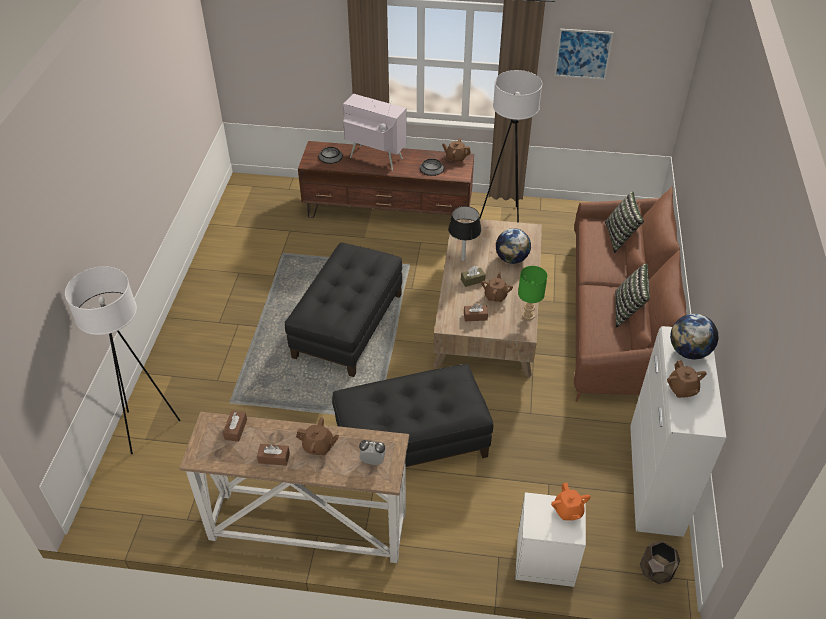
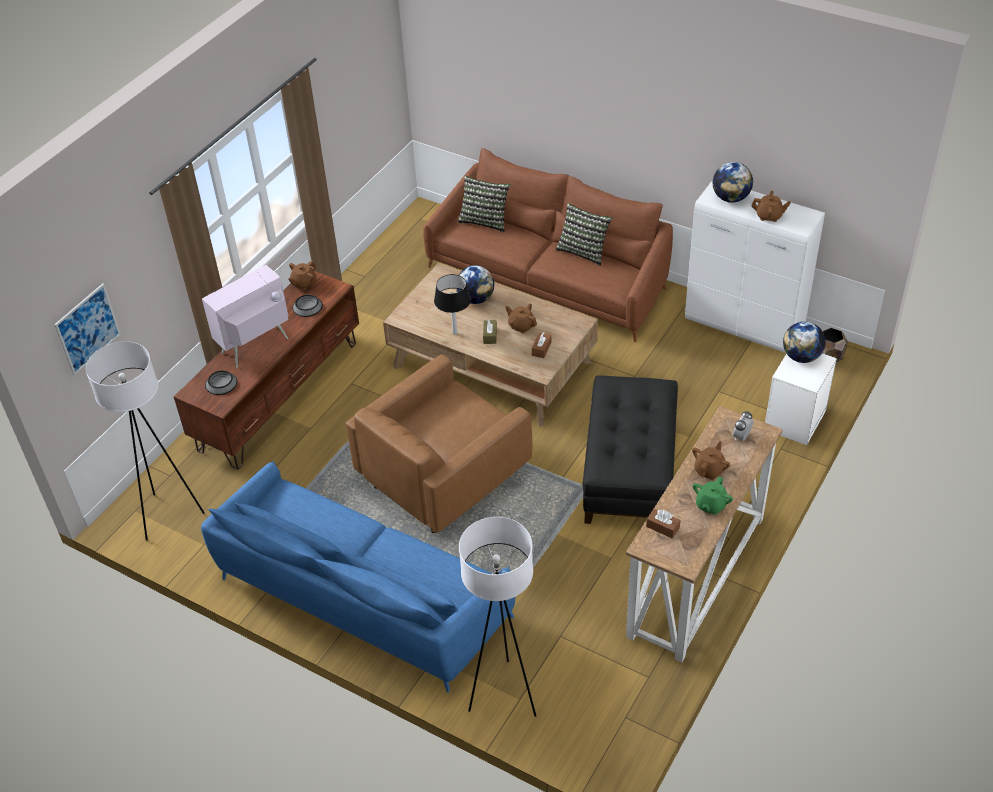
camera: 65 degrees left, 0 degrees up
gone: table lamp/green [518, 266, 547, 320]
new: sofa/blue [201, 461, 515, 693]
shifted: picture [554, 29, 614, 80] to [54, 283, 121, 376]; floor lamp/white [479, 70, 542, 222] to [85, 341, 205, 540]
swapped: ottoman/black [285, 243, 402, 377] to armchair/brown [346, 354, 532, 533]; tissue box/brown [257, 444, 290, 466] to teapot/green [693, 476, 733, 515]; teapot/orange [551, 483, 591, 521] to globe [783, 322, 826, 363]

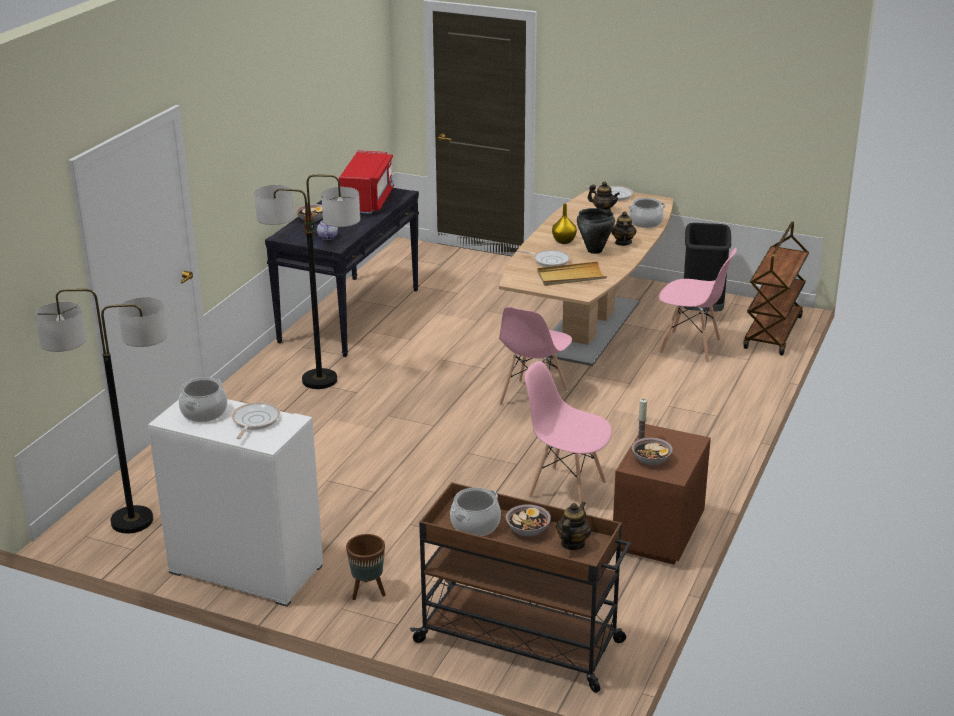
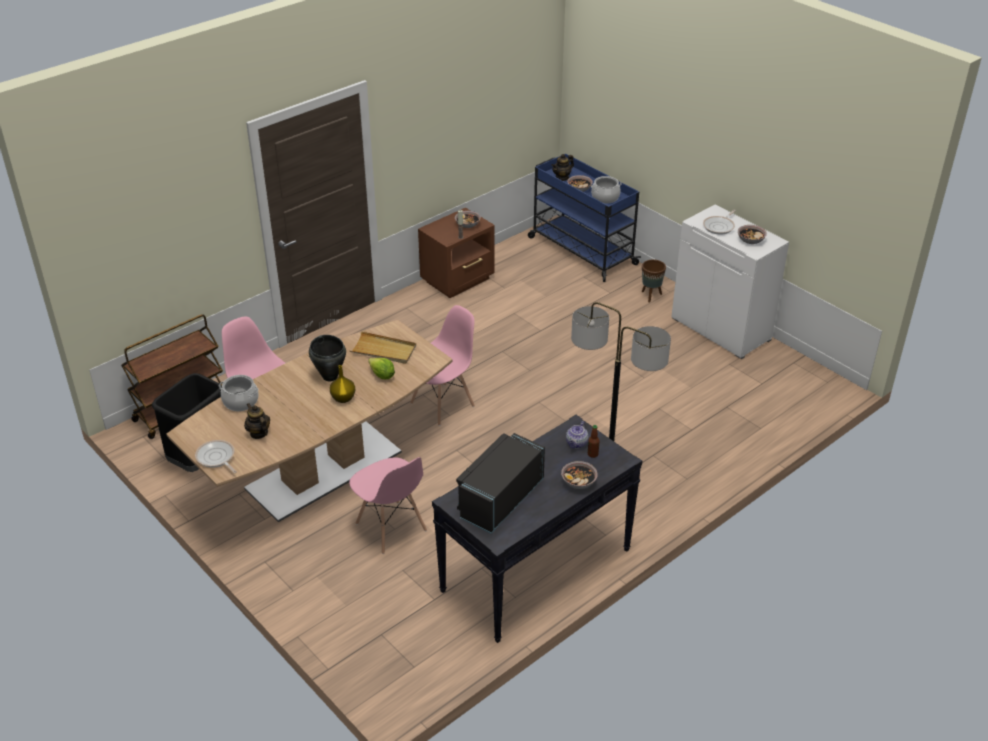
camera: 155 degrees left, 10 degrees up
gone: teapot [611, 211, 637, 246]; floor lamp [35, 289, 168, 533]
shifted: chair/pink [525, 361, 612, 505] to [349, 457, 427, 554]
swapped: frying pan [517, 250, 570, 267] to lettuce [368, 358, 395, 379]; cooking pot [179, 377, 228, 422] to bowl [738, 225, 767, 244]
repainted: microwave/red [339, 151, 394, 214] to microwave/black [456, 433, 545, 533]; cart/brown [410, 482, 631, 693] to cart/blue [528, 154, 641, 282]

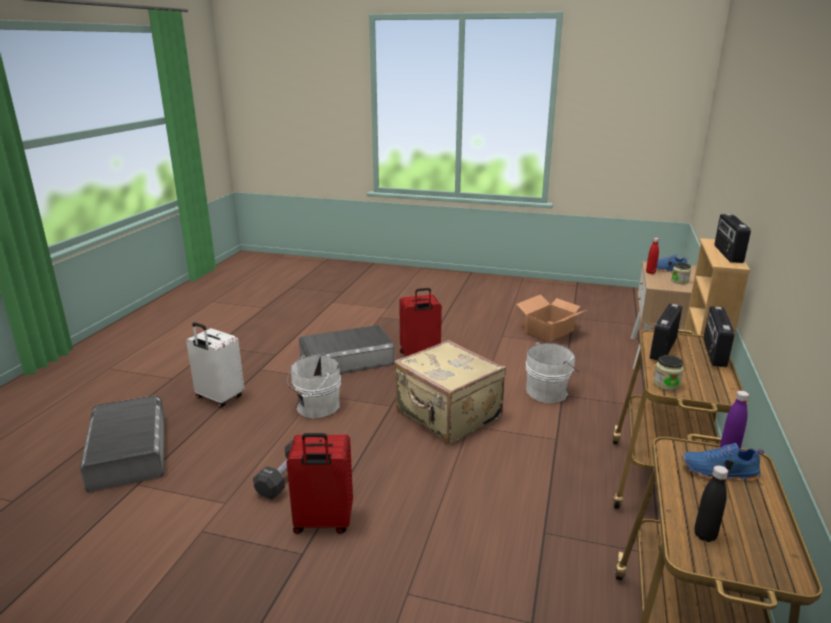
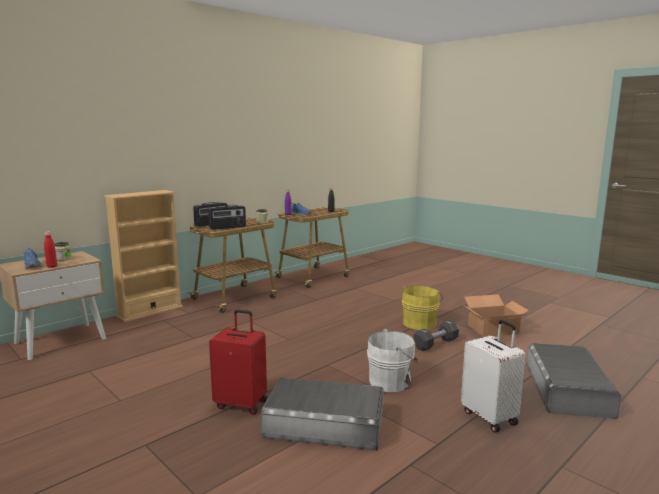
camera: 150 degrees left, 10 degrees down
gone: radio [715, 214, 751, 263]; suitcase/beige [394, 340, 506, 444]; bucket/white [526, 342, 579, 403]
shifted: cardboard box [516, 294, 586, 342] to [462, 294, 529, 337]
swapped: suitcase/red [287, 433, 353, 534] to bucket/yellow [402, 286, 443, 330]

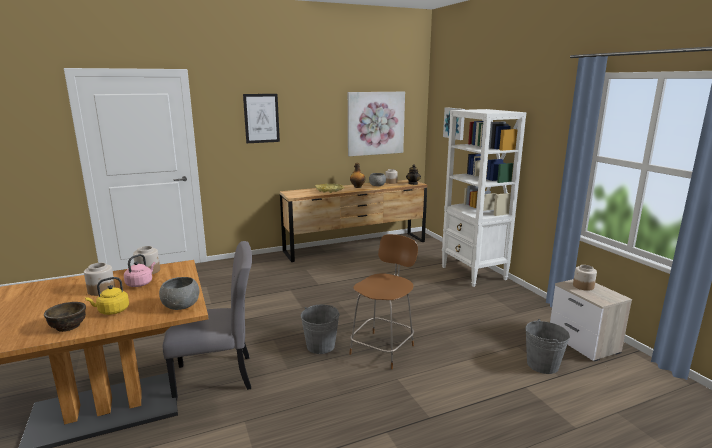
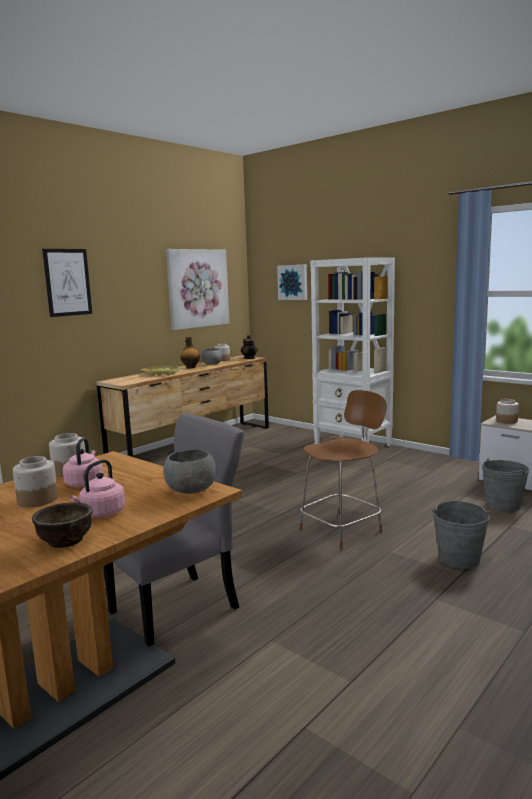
camera: 25 degrees left, 5 degrees down
shifted: bucket/grey [301, 305, 339, 354] to [432, 501, 490, 569]
repainted: kettle/yellow [85, 277, 129, 315] to kettle/pink [69, 460, 125, 517]
rotated: chair/brown [349, 234, 418, 369] = [299, 390, 387, 550] 45 degrees clockwise

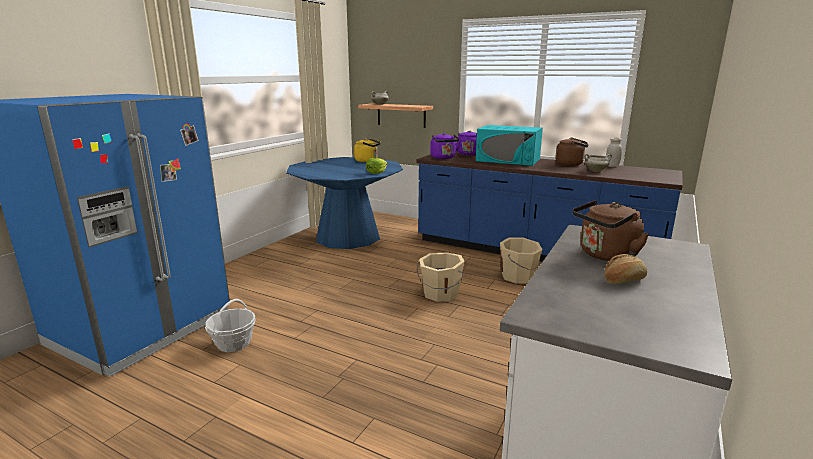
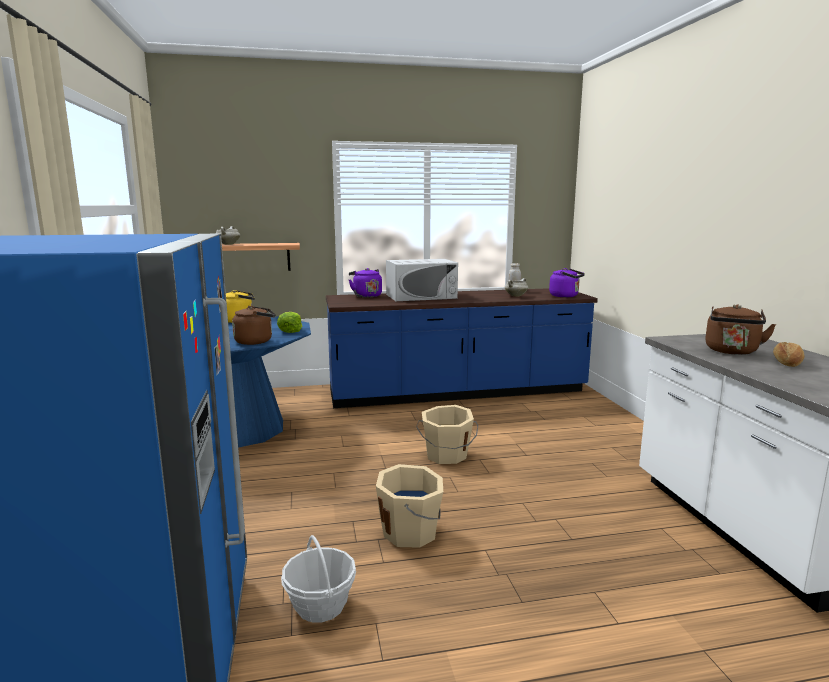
camera: 40 degrees left, 5 degrees down
shifted: kettle/purple [430, 133, 461, 159] to [549, 268, 585, 297]; kettle/brown [555, 138, 588, 166] to [232, 306, 275, 345]; bucket/beige [500, 237, 543, 283] to [376, 464, 443, 548]
repainted: microwave/turquoise [476, 125, 543, 166] to microwave/white [386, 259, 458, 301]

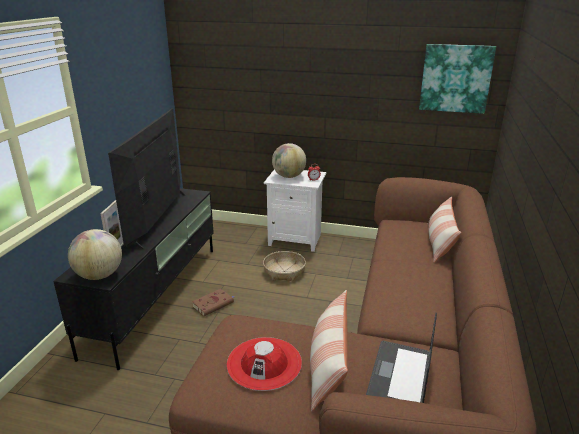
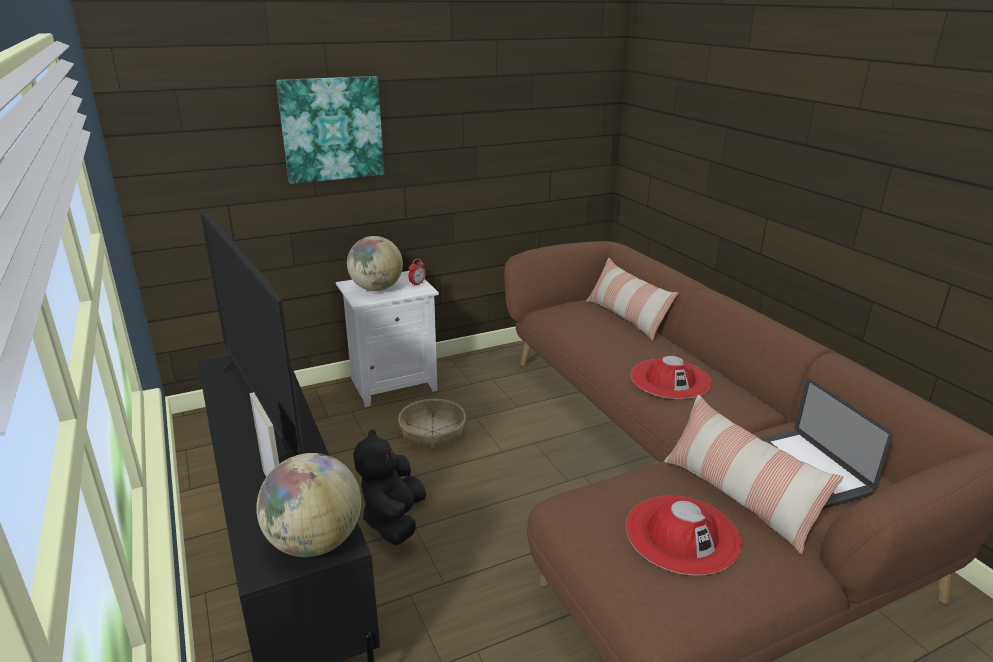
camera: 40 degrees left, 0 degrees up
new: hat/red [631, 356, 711, 399]
shifted: picture [419, 44, 496, 114] to [276, 76, 384, 184]
swapped: book/brown [192, 289, 234, 316] to plush toy/black [353, 429, 426, 545]

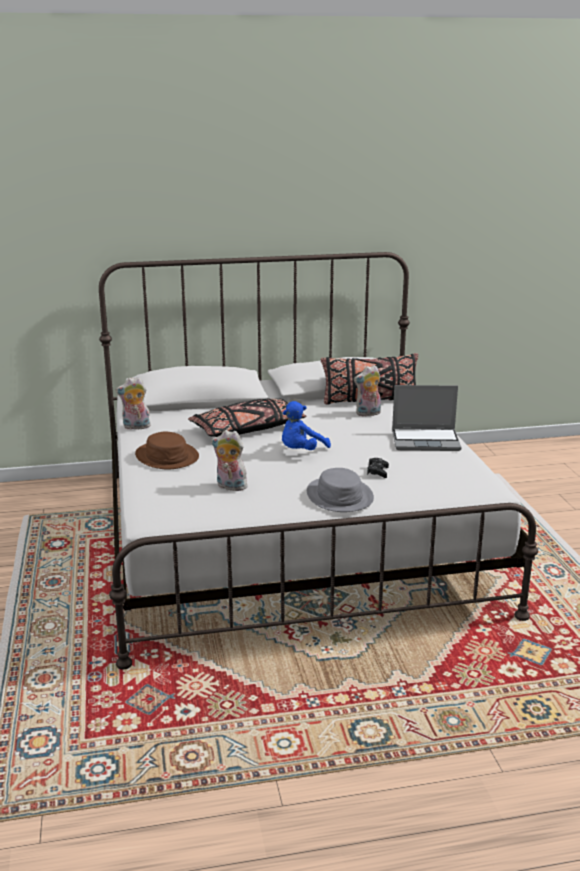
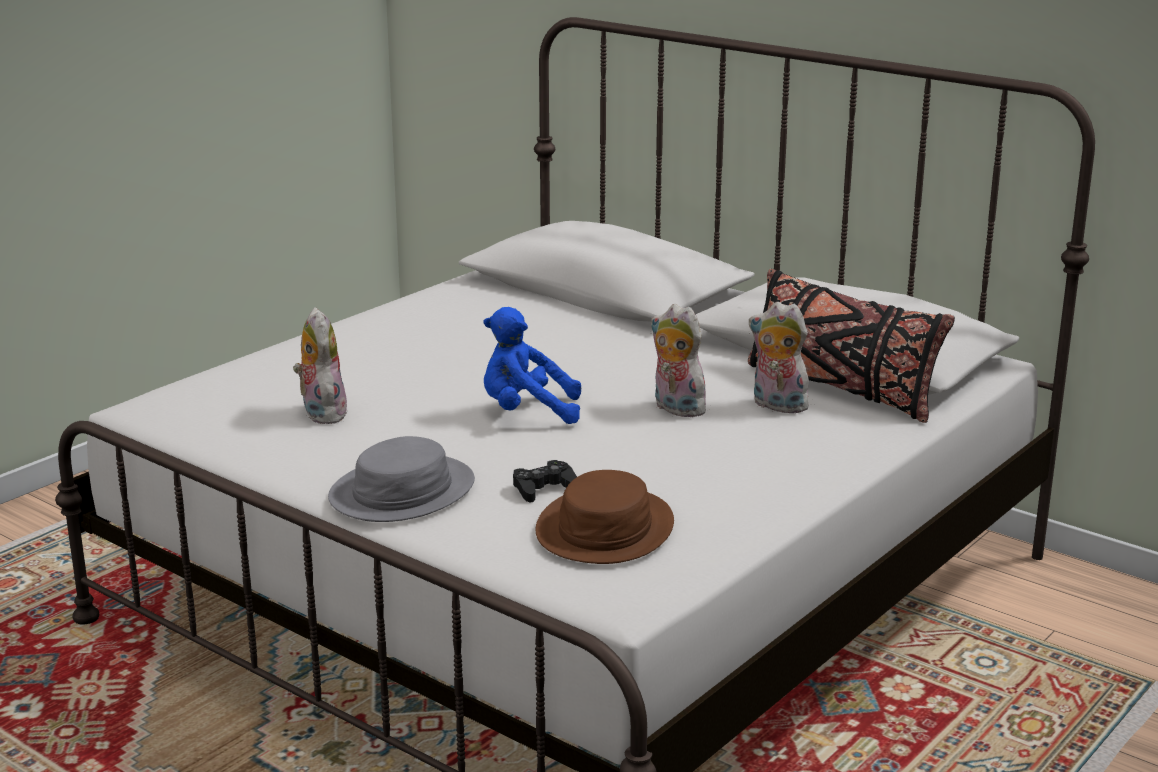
camera: 50 degrees right, 0 degrees up
gone: laptop [392, 385, 461, 451]; pillow/black [188, 398, 306, 437]
shifted: plush toy [116, 377, 151, 430] to [650, 304, 708, 417]; hat/brown [135, 431, 199, 469] to [535, 470, 674, 564]

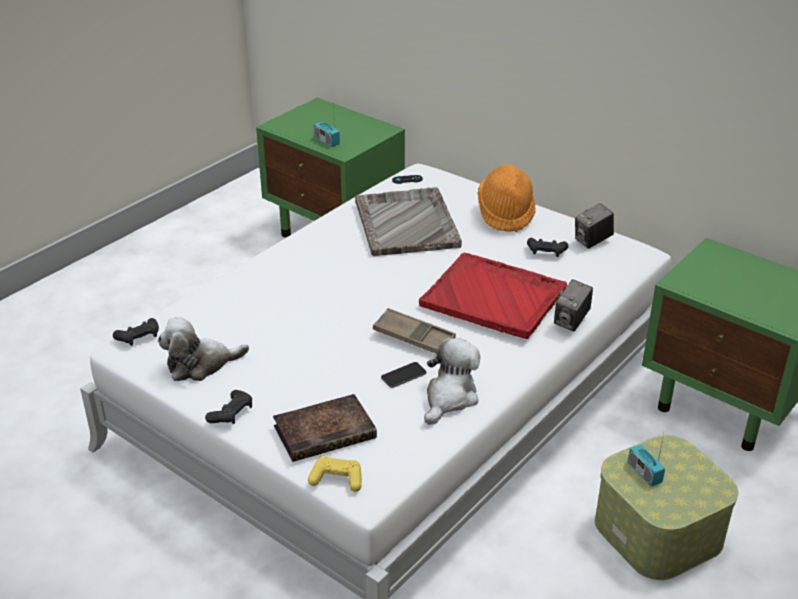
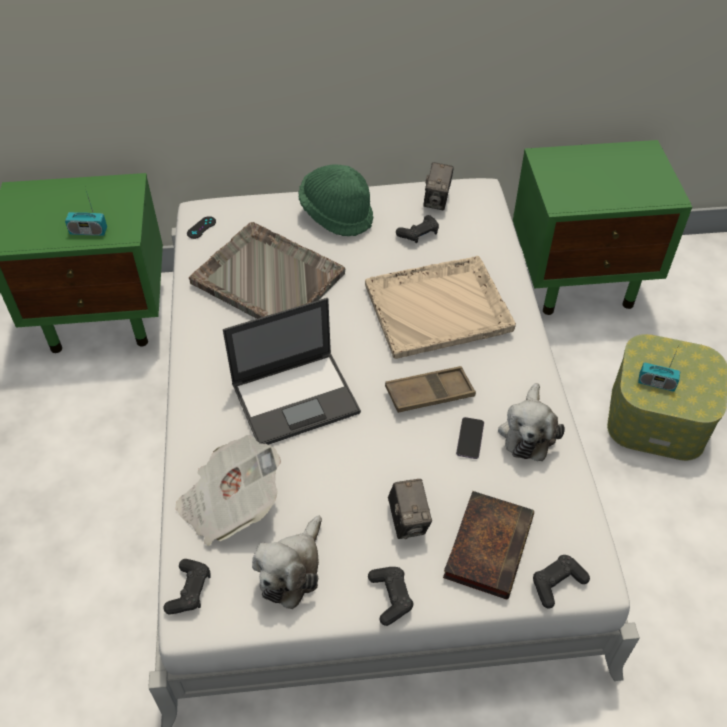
camera: 45 degrees left, 15 degrees up
new: laptop [223, 298, 361, 445]; newspaper [176, 435, 281, 546]
shifted: photo camera [554, 279, 593, 331] to [388, 479, 432, 539]
repainted: hat/orange [478, 164, 536, 232] to hat/green [299, 164, 373, 236]; tray/red [419, 253, 567, 339] to tray/beige [365, 256, 516, 359]; game controller/yellow [308, 456, 362, 492] to game controller/black [533, 555, 590, 609]
rotated: plush toy [424, 338, 480, 425] = [498, 383, 565, 461] 150 degrees counterclockwise

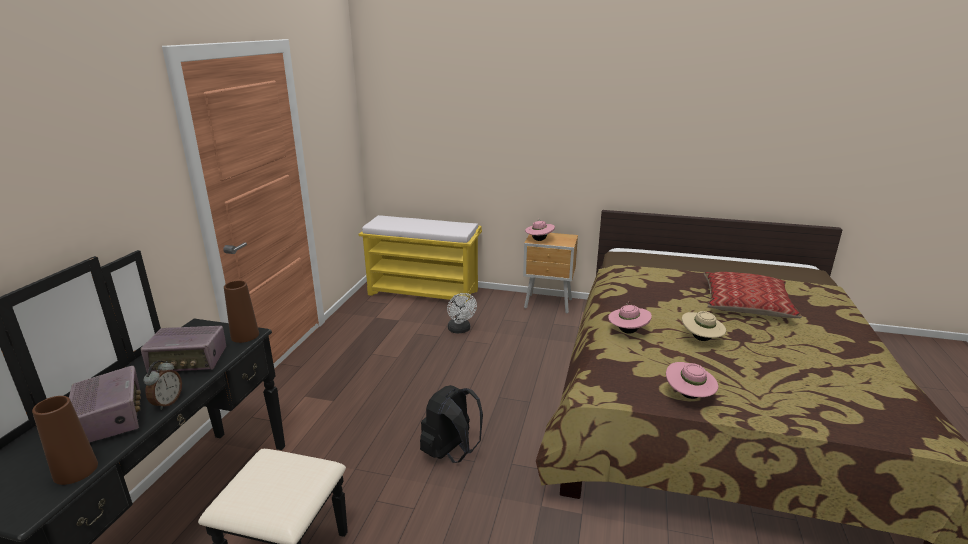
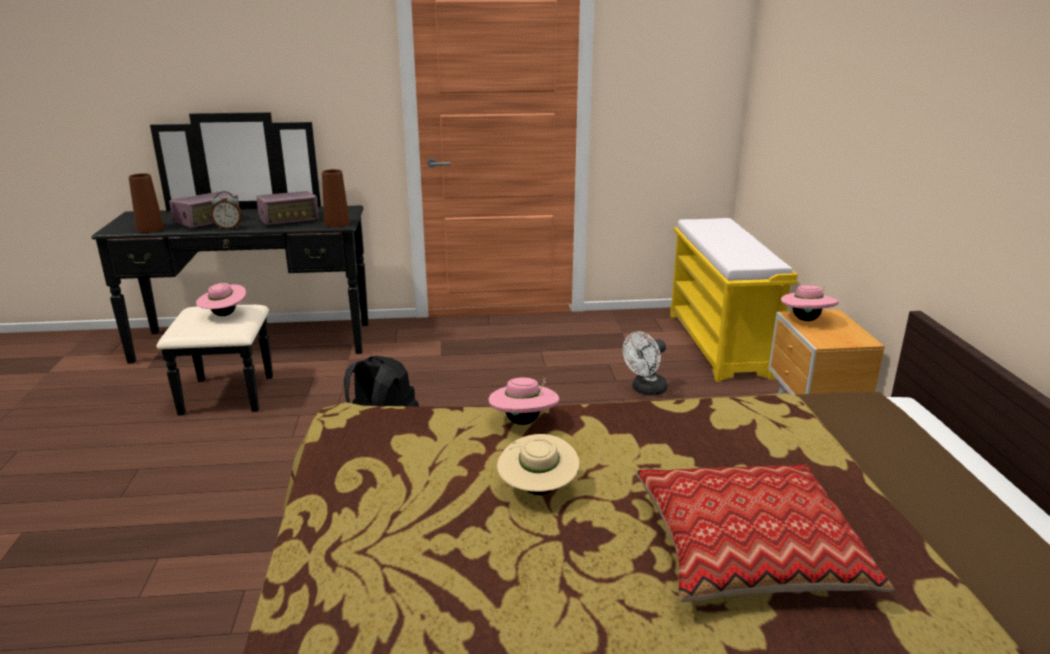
camera: 70 degrees right, 0 degrees up
shifted: hat/pink [666, 362, 718, 399] to [196, 283, 246, 316]
rotated: radio [141, 326, 226, 373] = [256, 191, 319, 225] 90 degrees counterclockwise

